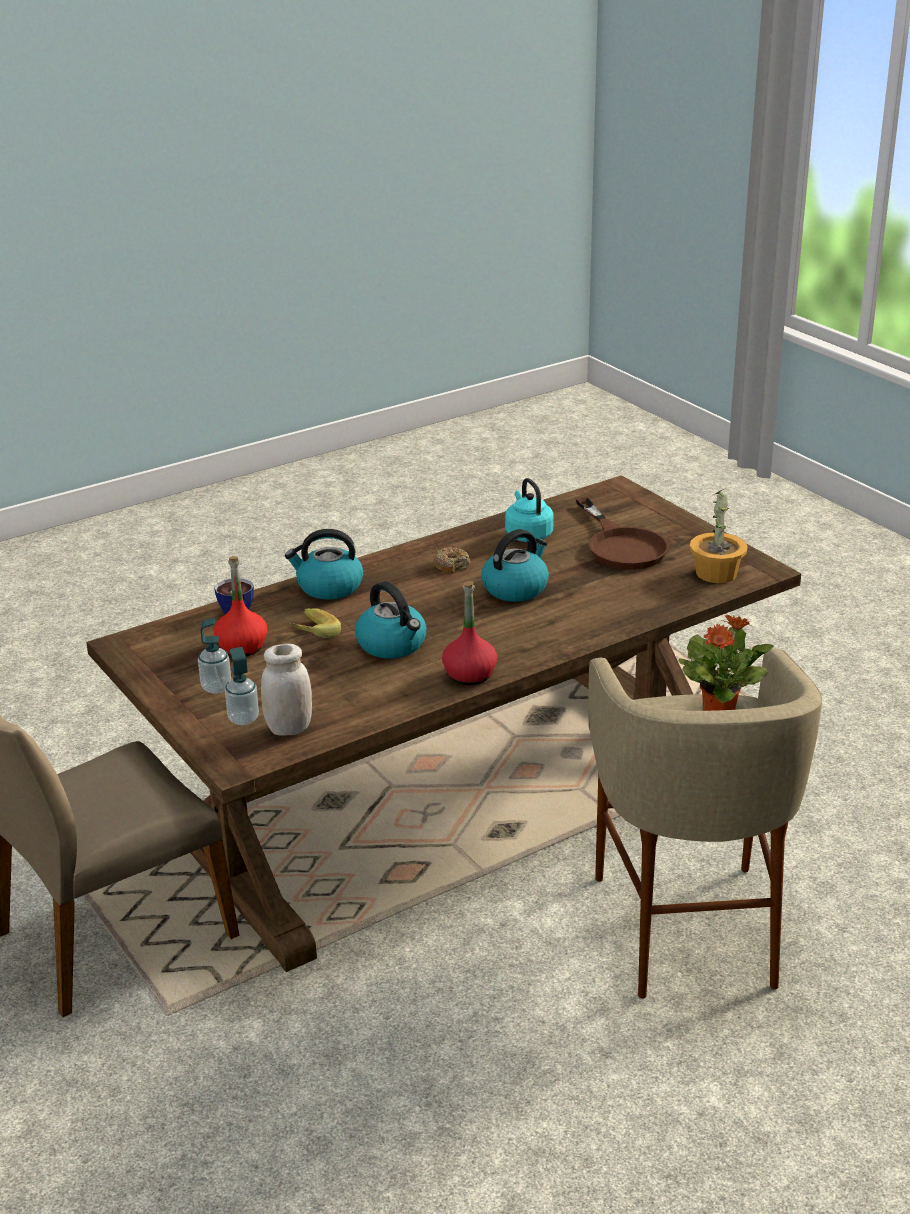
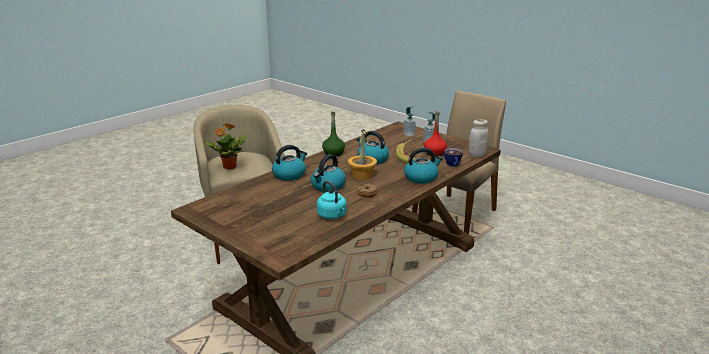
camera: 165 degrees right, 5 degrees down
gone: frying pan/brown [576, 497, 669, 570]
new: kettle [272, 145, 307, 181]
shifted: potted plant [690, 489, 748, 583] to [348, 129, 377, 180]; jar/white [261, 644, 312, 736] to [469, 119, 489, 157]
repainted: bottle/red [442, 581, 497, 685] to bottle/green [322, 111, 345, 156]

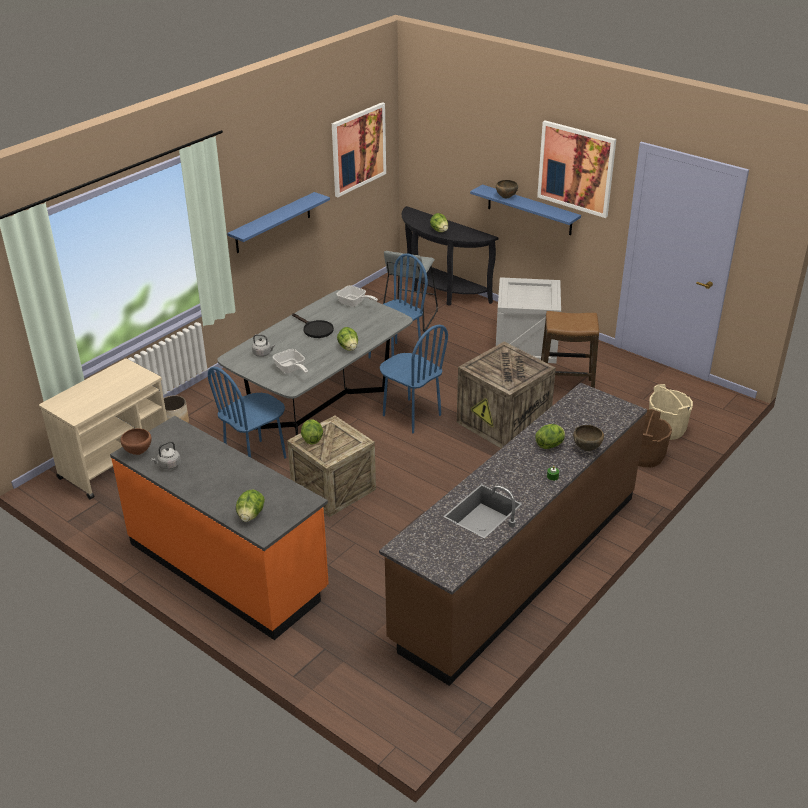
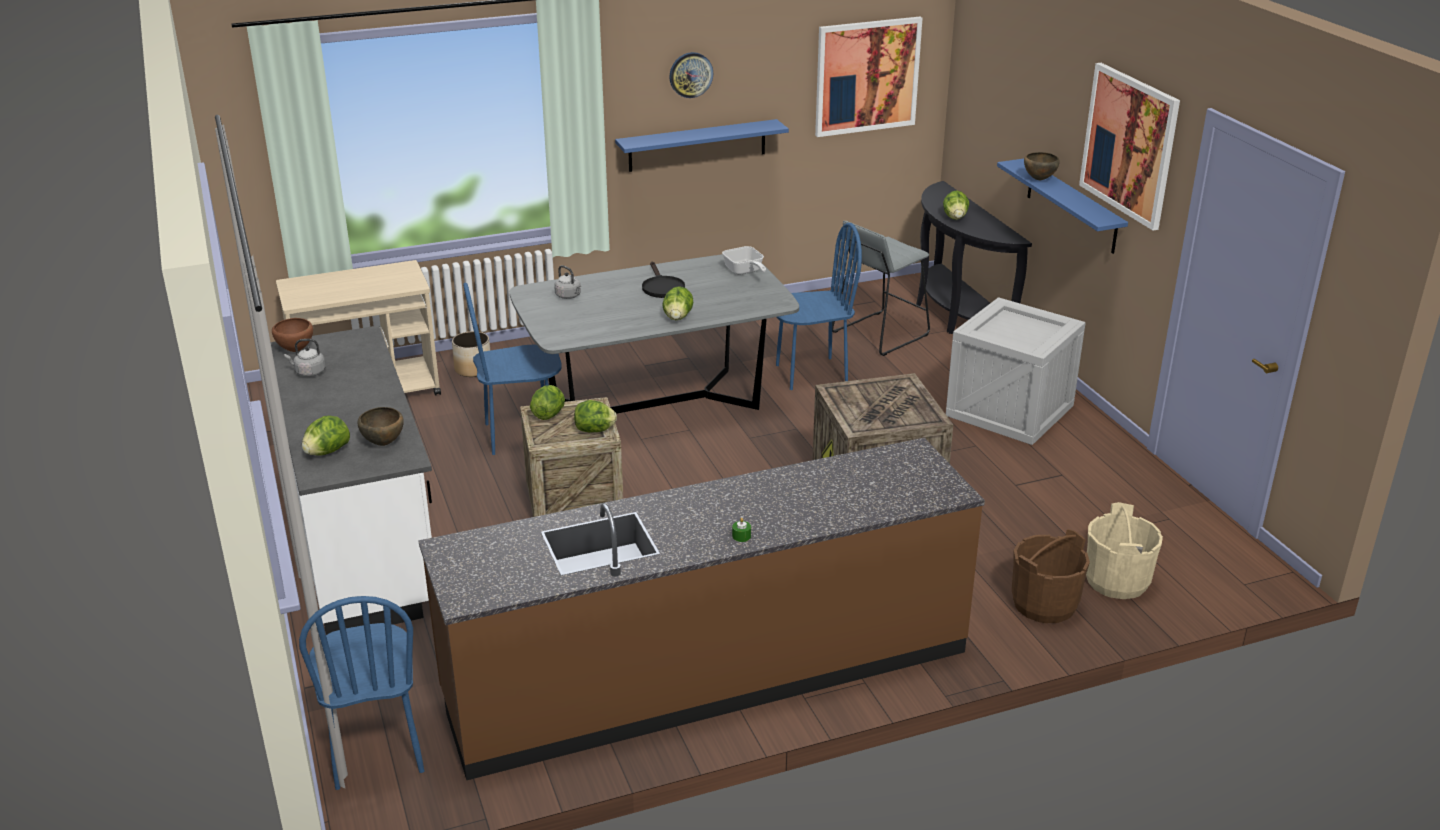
camera: 30 degrees right, 5 degrees down
gone: stool [541, 311, 599, 388]; frying pan [273, 349, 308, 373]
new: wall clock [669, 52, 713, 98]
shifted: chair/blue [380, 325, 448, 433] to [299, 596, 424, 790]; lettuce [535, 424, 565, 449] to [574, 400, 617, 432]; bowl/brown [573, 425, 604, 451] to [357, 407, 404, 446]
repainted: counter/orange [110, 416, 329, 640] to counter/white [271, 325, 432, 635]

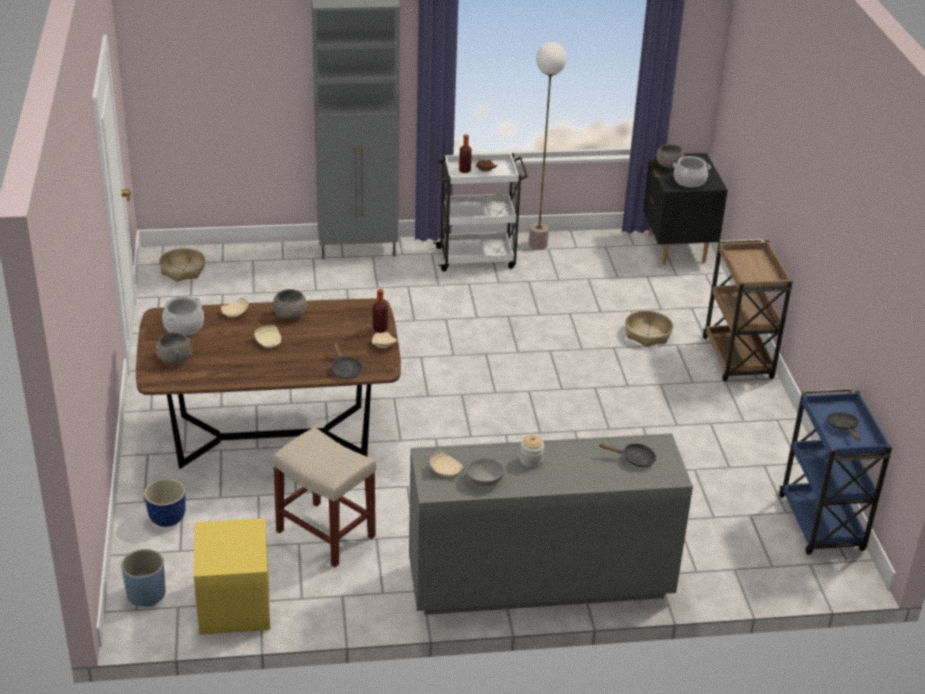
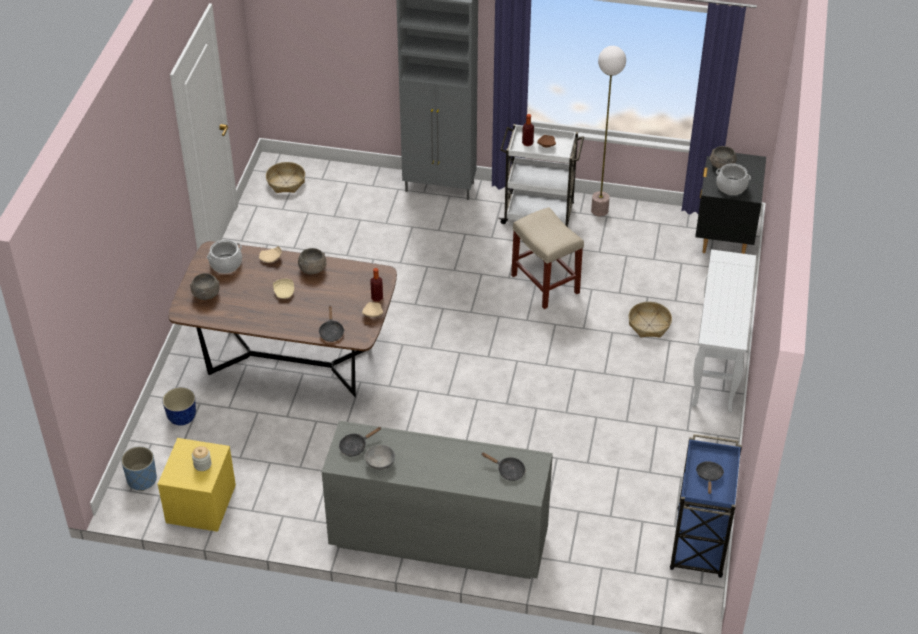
camera: 20 degrees right, 10 degrees up
shifted: stool/beige [272, 427, 376, 567] to [511, 207, 584, 309]; jar [520, 435, 544, 467] to [192, 446, 212, 471]
swapped: cart/brown [703, 239, 793, 381] to console table/white [692, 249, 756, 412]; plate/beige [430, 450, 463, 476] to frying pan/black [339, 427, 381, 457]

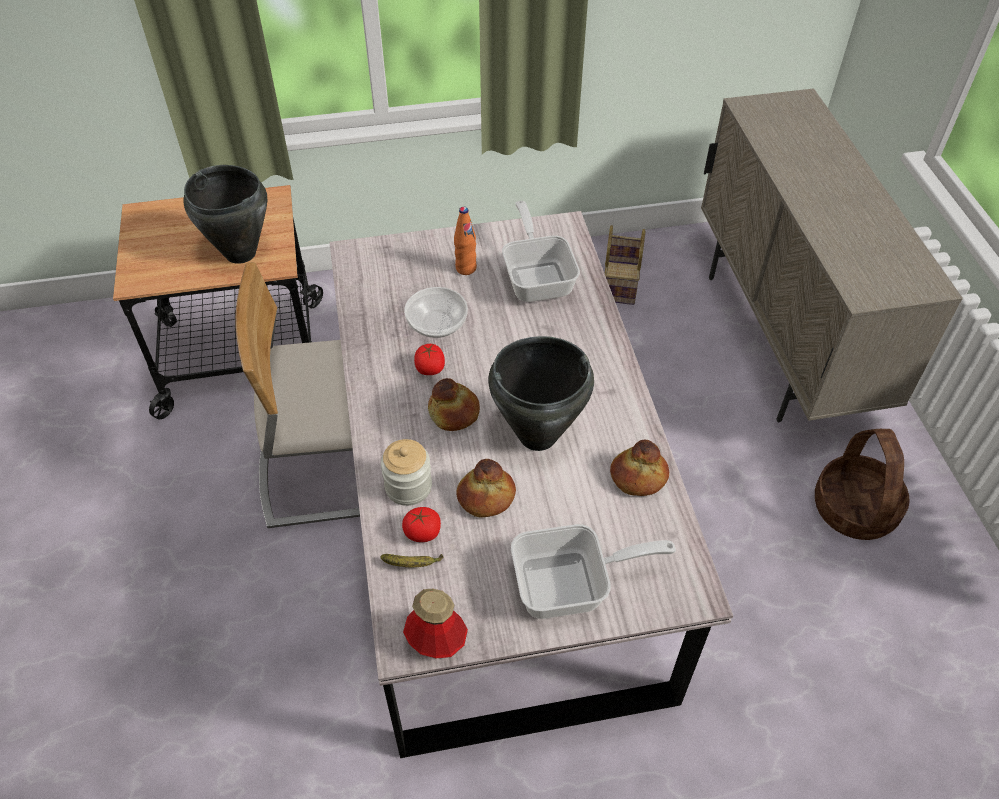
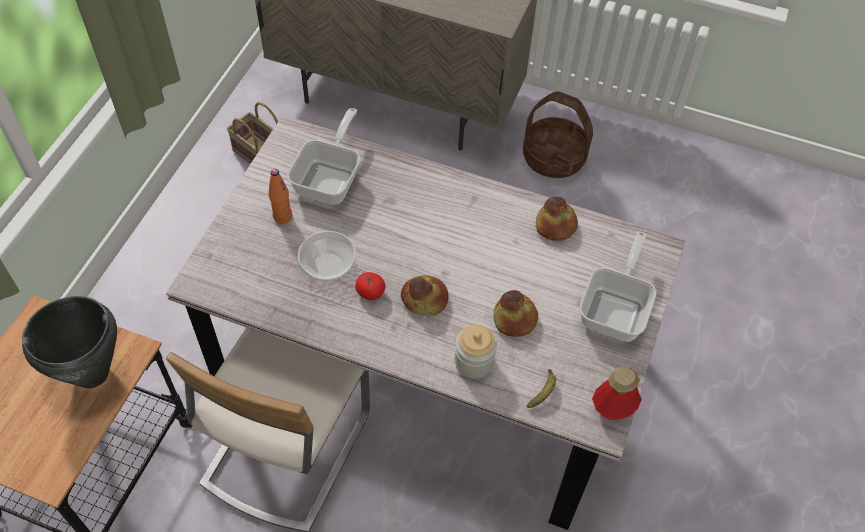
camera: 60 degrees left, 5 degrees up
gone: cooking pot/black [488, 336, 594, 451]; tomato [402, 507, 441, 542]
rotated: frying pan [502, 201, 580, 302] = [287, 108, 360, 204] 90 degrees clockwise

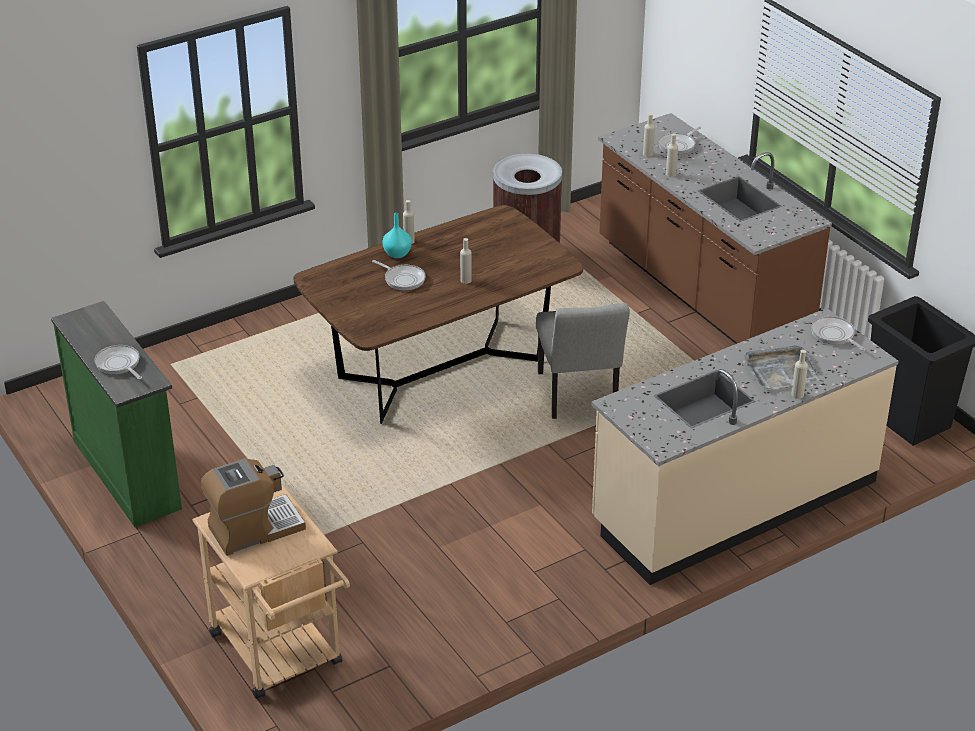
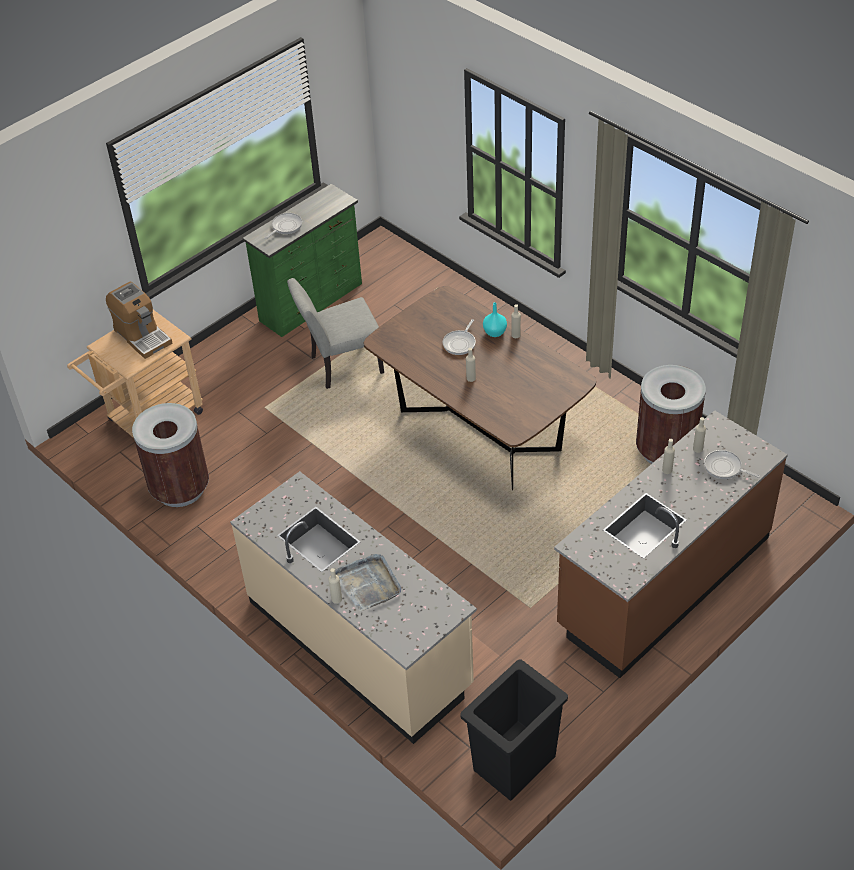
camera: 80 degrees right, 10 degrees up
gone: frying pan [811, 316, 866, 351]
new: trash can/brown [132, 403, 209, 507]
shifted: chair/grey [536, 303, 630, 419] to [287, 278, 384, 389]

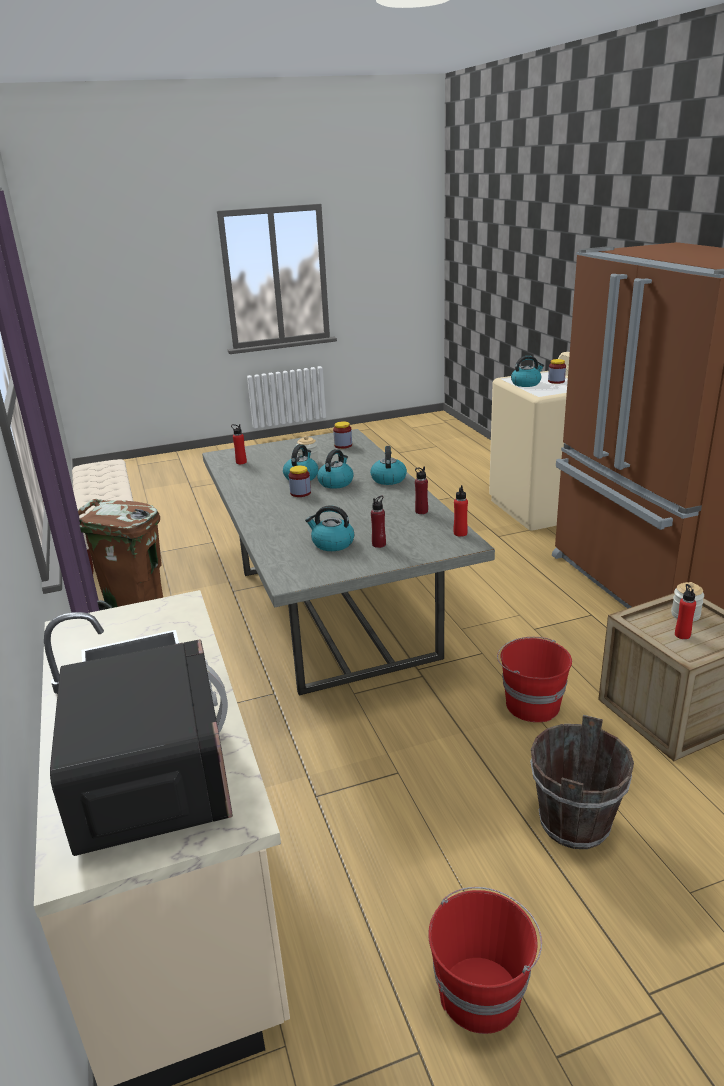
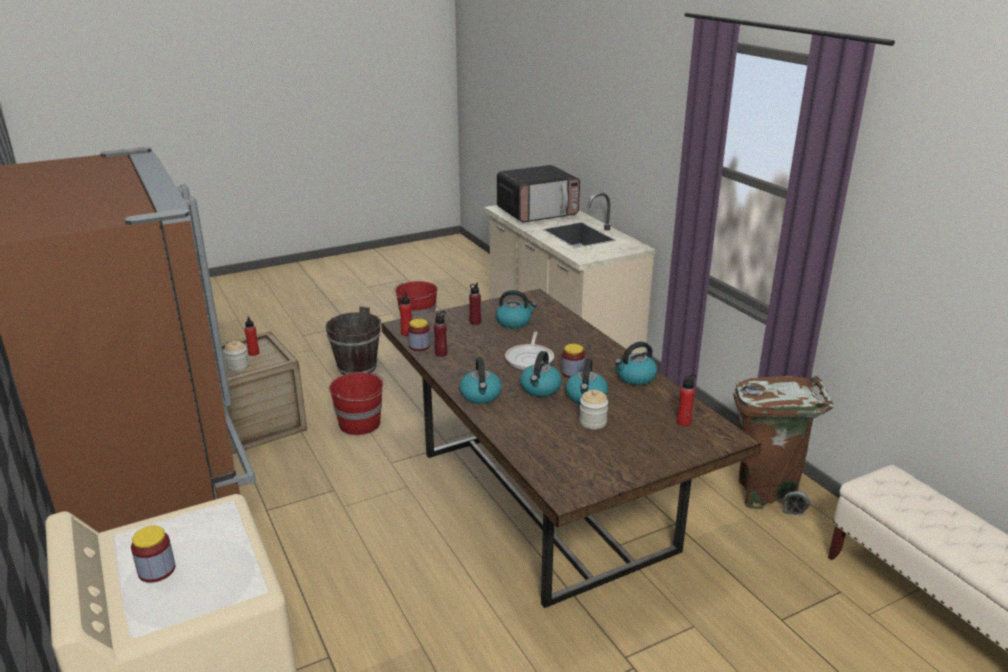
camera: 170 degrees right, 0 degrees up
new: frying pan [505, 332, 554, 370]
shifted: kettle [511, 355, 544, 387] to [615, 342, 657, 385]; jar [333, 421, 352, 449] to [408, 319, 430, 351]
repainted: dining table/grey [202, 429, 495, 696] to dining table/brown [381, 289, 761, 608]
rotated: microwave [50, 639, 233, 856] = [497, 165, 580, 222] 90 degrees counterclockwise

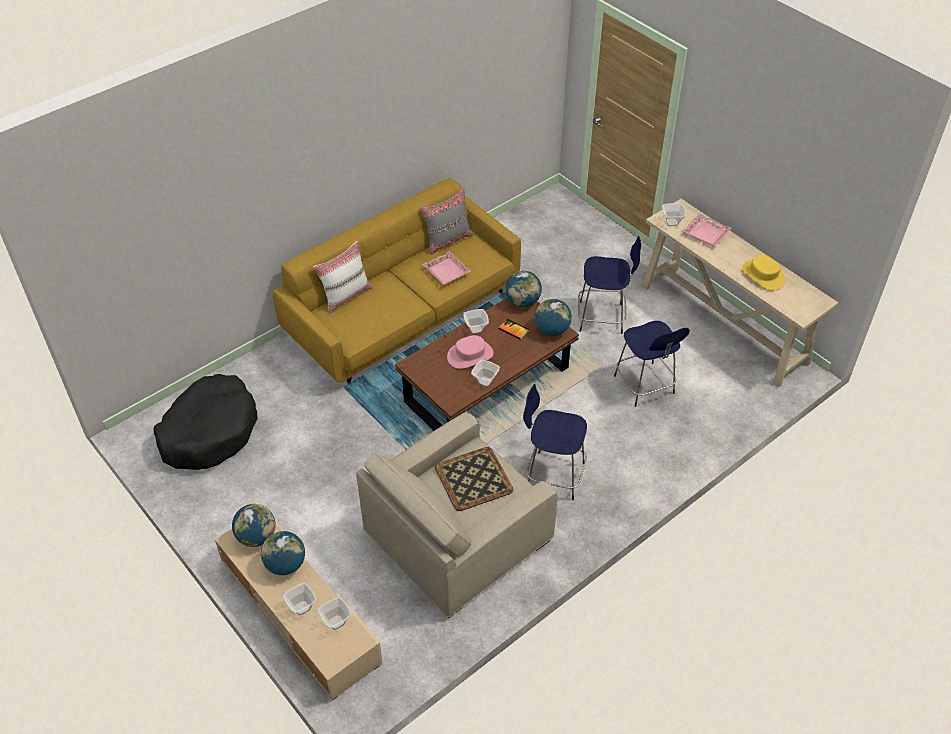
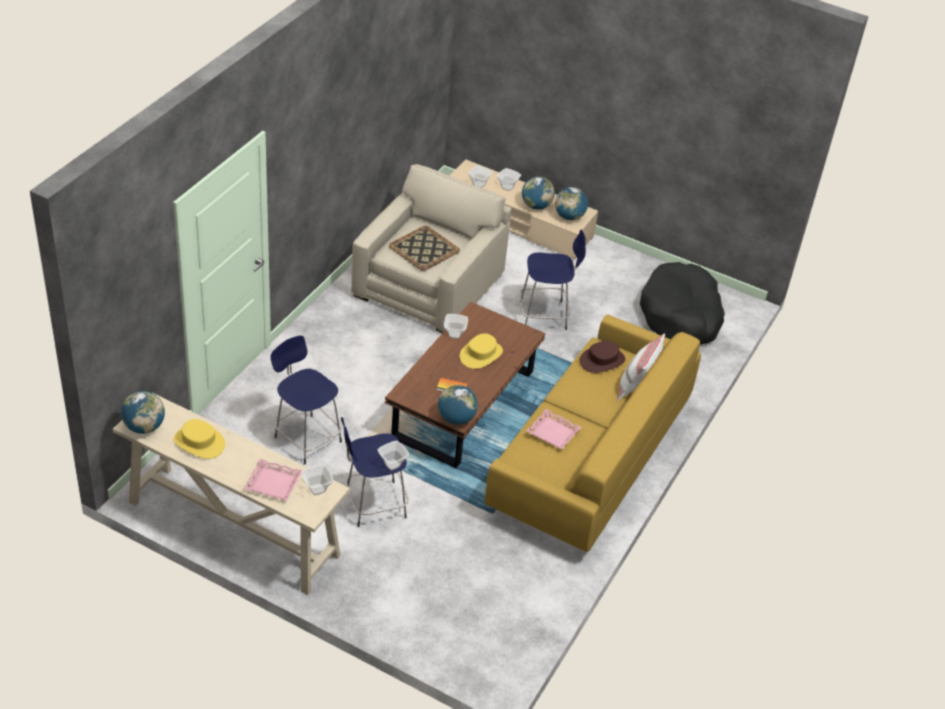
camera: 155 degrees right, 5 degrees down
gone: pillow/grey [419, 188, 474, 255]
new: hat/brown [580, 340, 625, 373]
shifted: globe [535, 299, 572, 336] to [121, 391, 165, 434]; bowl [464, 309, 489, 334] to [377, 441, 409, 471]; stool/blue [523, 384, 587, 500] to [520, 229, 586, 330]
repainted: hat/pink [447, 335, 494, 369] to hat/yellow [459, 333, 503, 369]

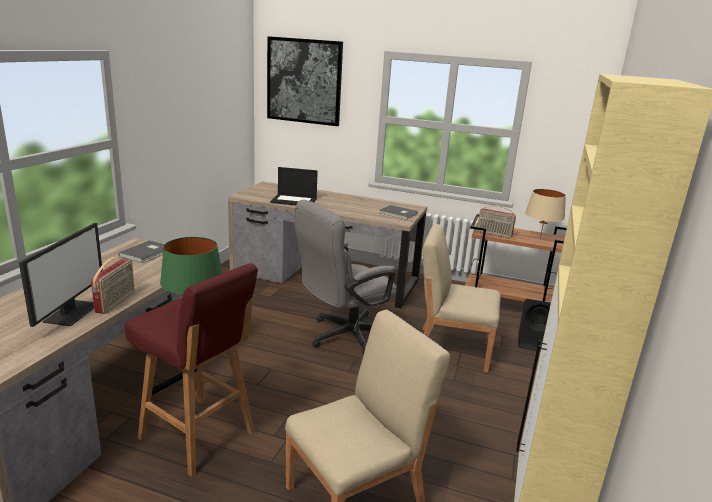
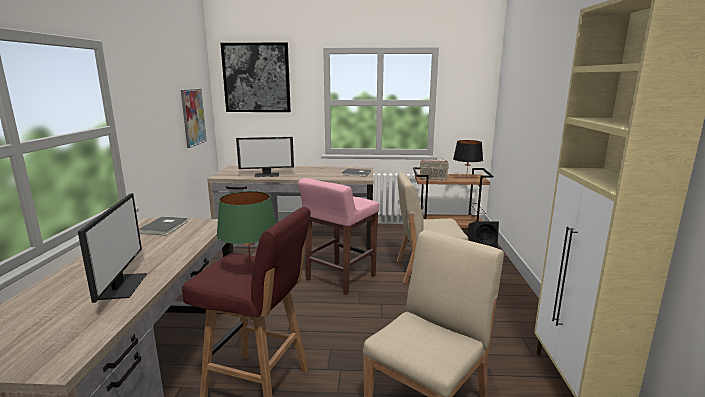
camera: 15 degrees left, 5 degrees down
gone: radio [91, 257, 135, 314]
new: picture [181, 89, 207, 148]
swapped: laptop [270, 167, 318, 205] to monitor [236, 137, 294, 177]; office chair/grey [295, 200, 397, 355] to stool/pink [298, 178, 379, 295]
repainted: table lamp/beige [525, 189, 566, 239] to table lamp/black [453, 140, 483, 178]

